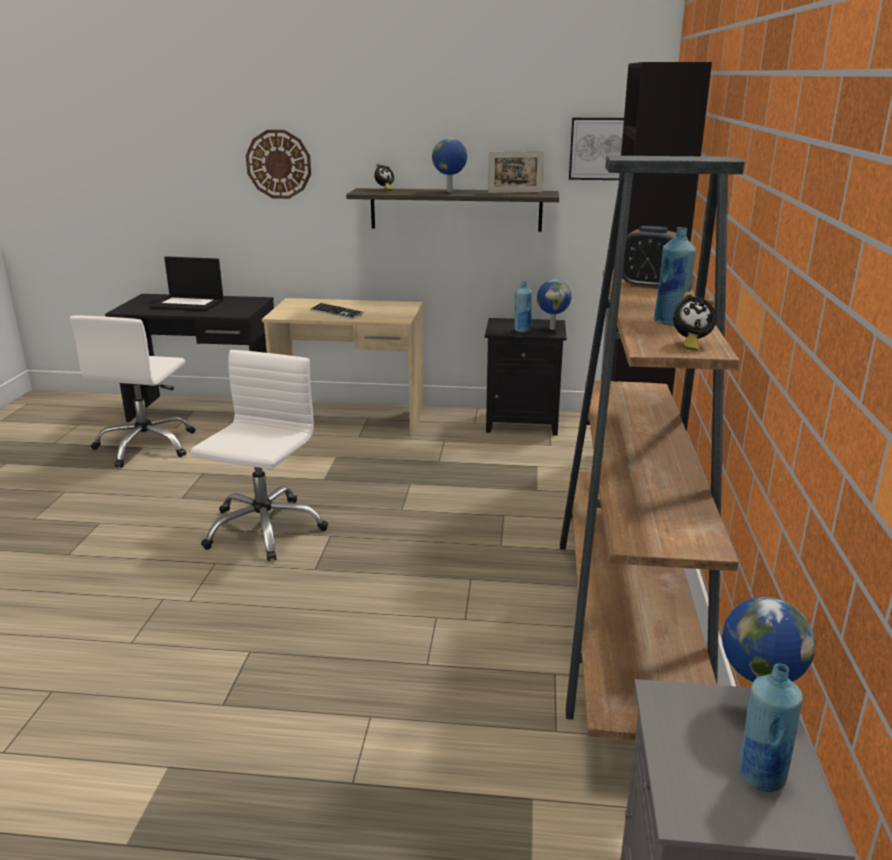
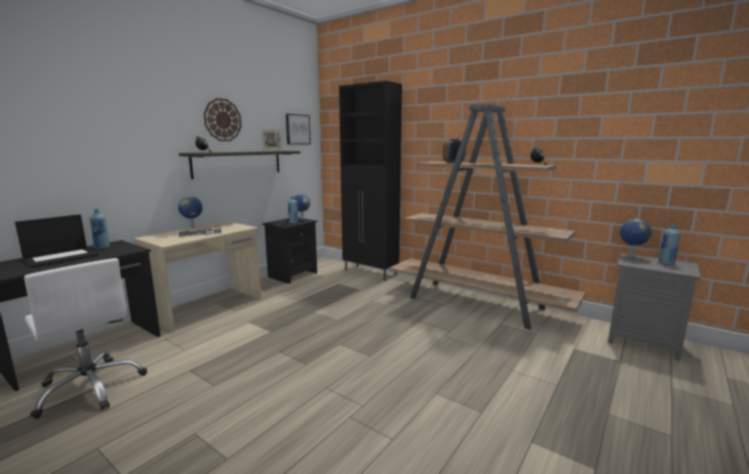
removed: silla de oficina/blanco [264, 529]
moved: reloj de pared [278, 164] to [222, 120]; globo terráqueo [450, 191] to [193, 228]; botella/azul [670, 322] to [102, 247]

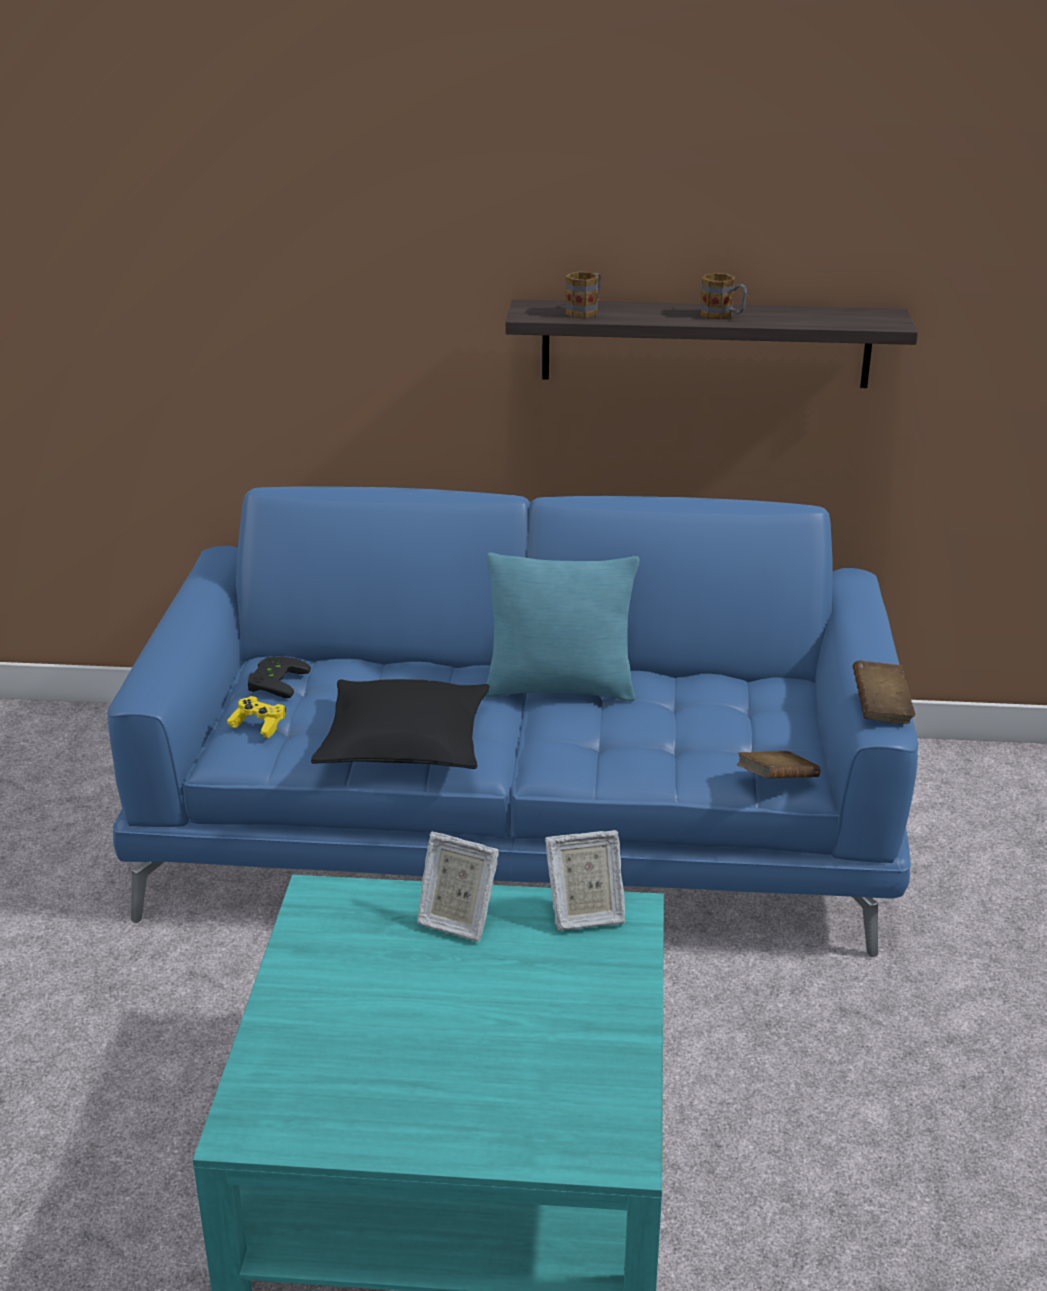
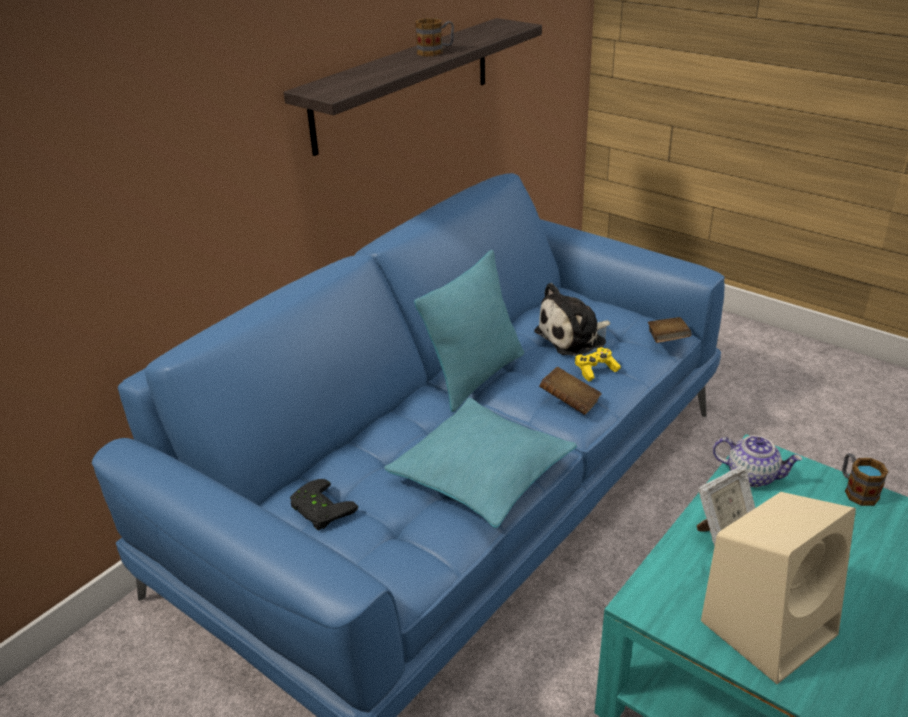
added: peluche [574, 337]; altavoz/beis [769, 625]
moved: mando de consola/amarillo [258, 725] to [596, 370]; taza grande [585, 311] to [856, 490]; libro/marrón [881, 708] to [569, 402]
replaced: portarretratos [584, 915] to tetera [752, 475]
recoloured: cojín/negro [405, 743] to cojín/turquesa [482, 474]

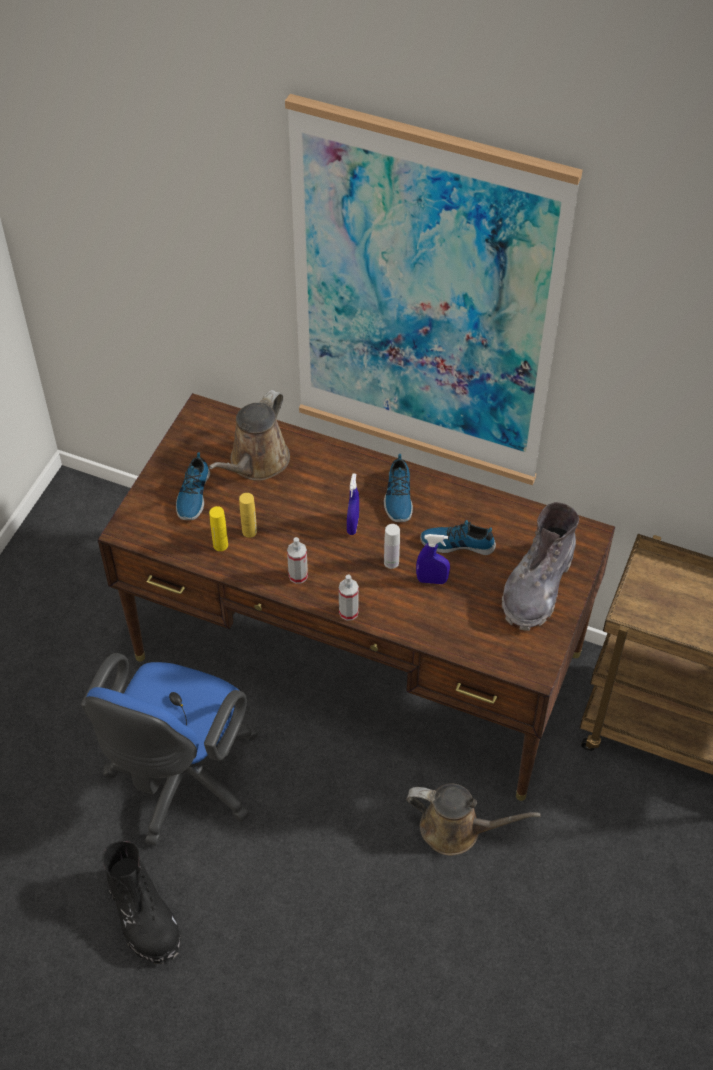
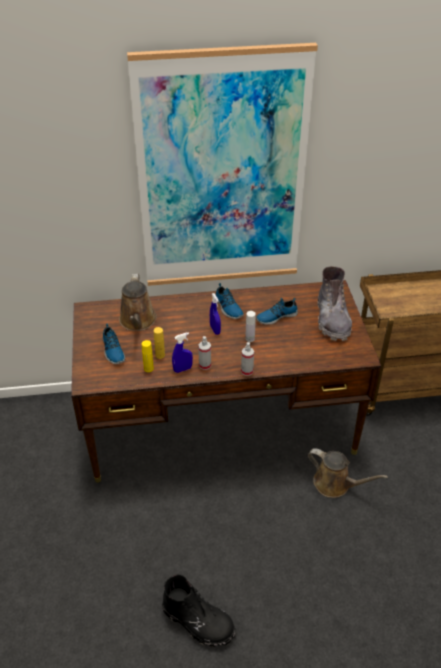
removed: silla de oficina/azul [180, 782]
moved: pulverizador/azul [432, 580] to [182, 369]
turned: regadera/marrón [456, 829] = [335, 484] 45 degrees clockwise

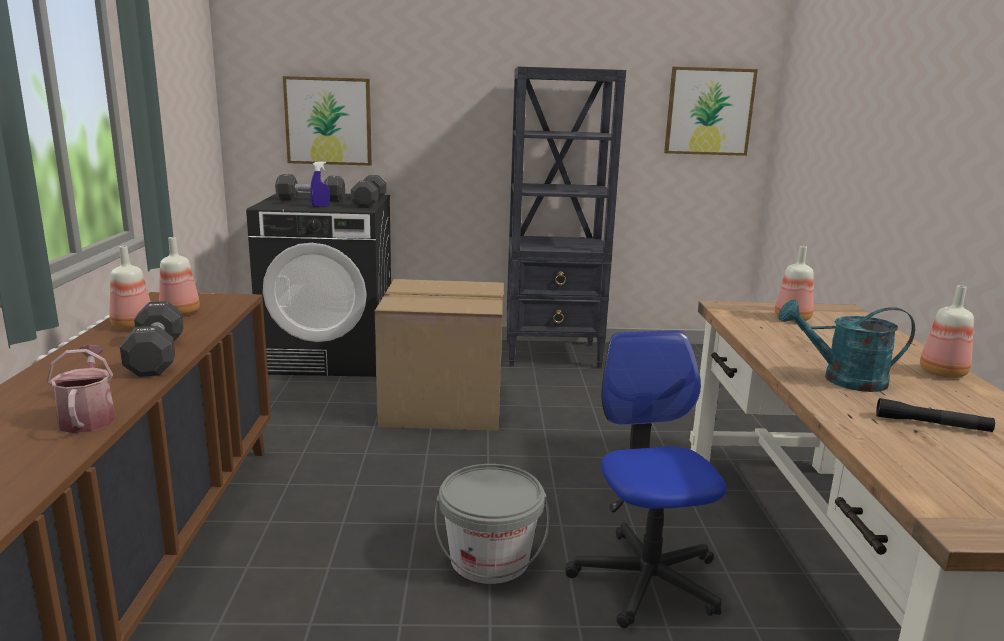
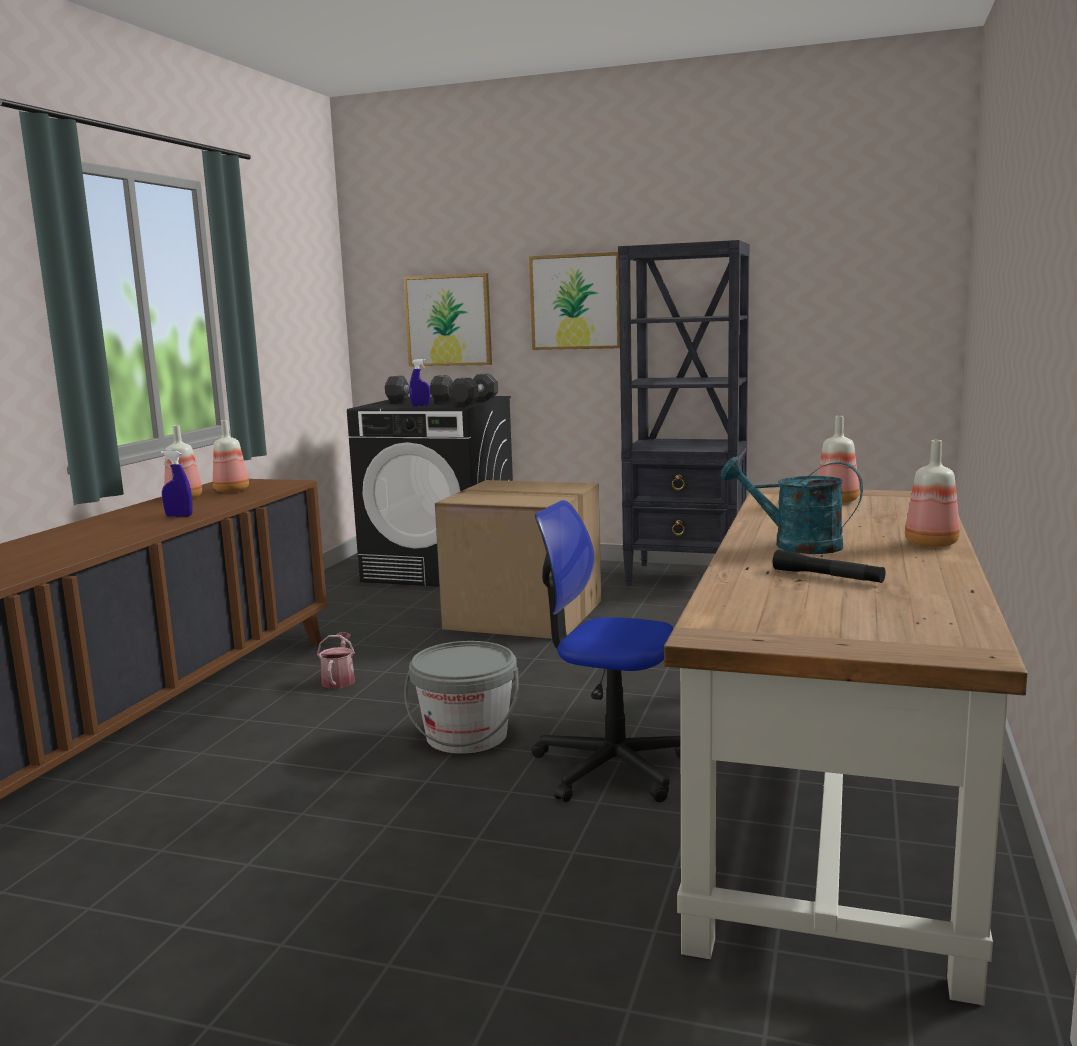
moved: regadera [88, 417] to [339, 680]; cuadro [709, 111] to [576, 302]
replaced: mancuerna/negro [156, 357] to pulverizador/azul [179, 516]
turned: silla de oficina [646, 579] = [611, 767] 75 degrees counterclockwise

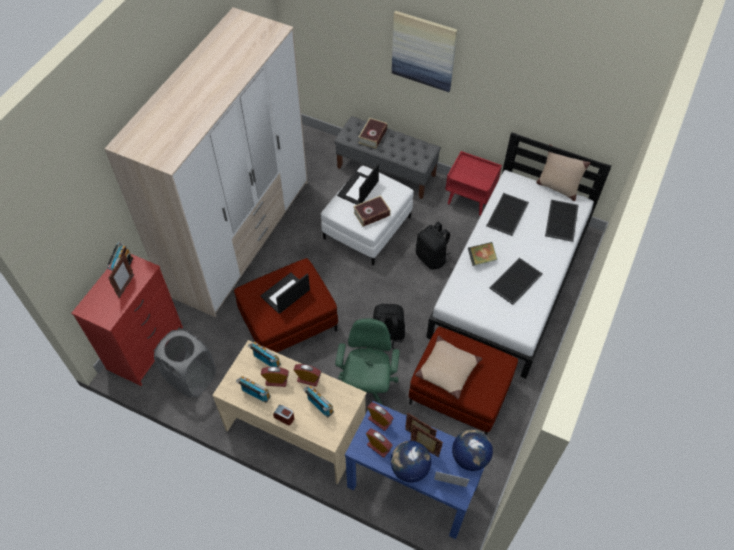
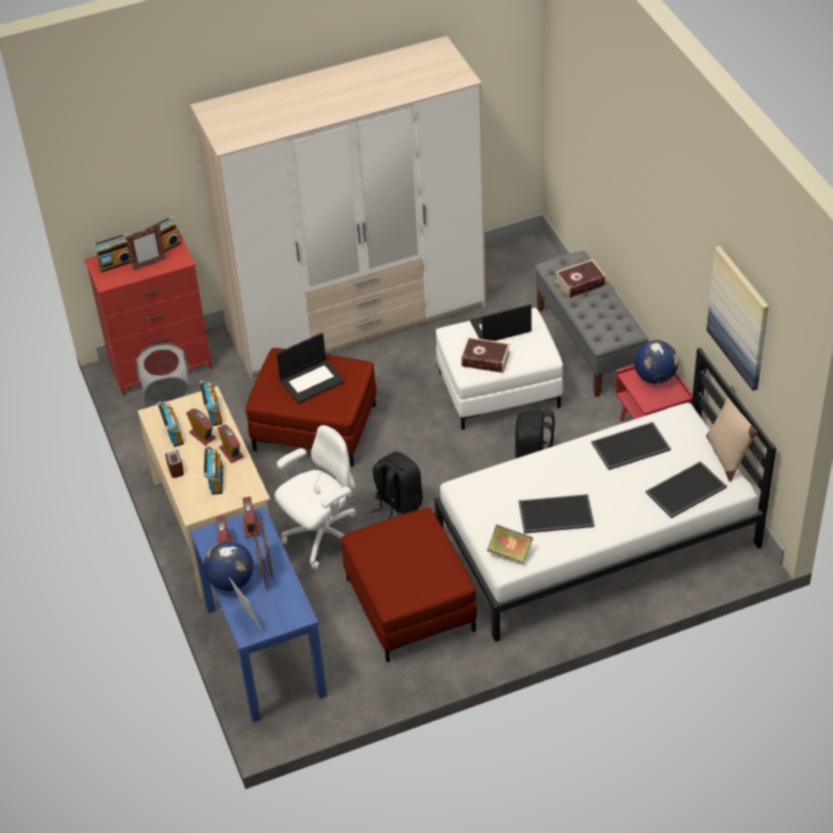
removed: cojín/beis [447, 370]
added: radio [115, 263]
moved: cuadro [423, 51] to [739, 317]; globo terráqueo [470, 457] to [655, 377]; libro [481, 259] to [510, 552]
recoloured: silla de oficina/verde [367, 388] to silla de oficina/blanco [322, 537]
turned: portátil [285, 294] = [312, 380] 150 degrees clockwise

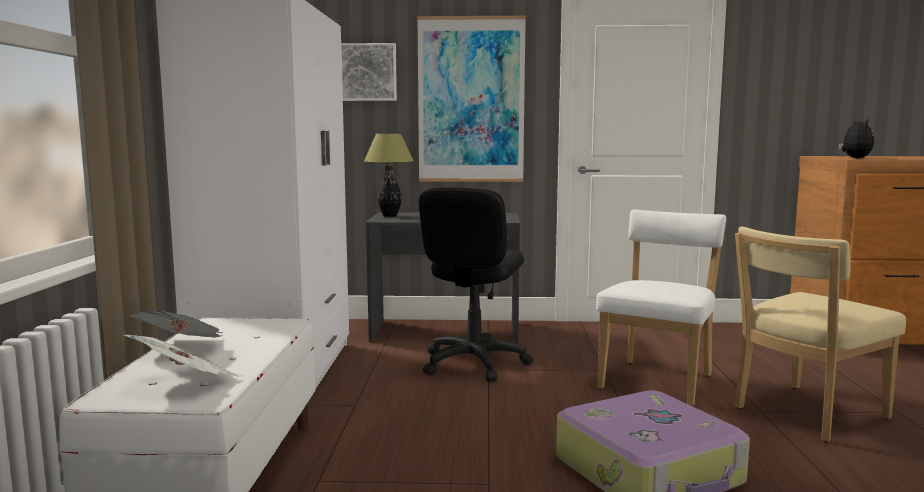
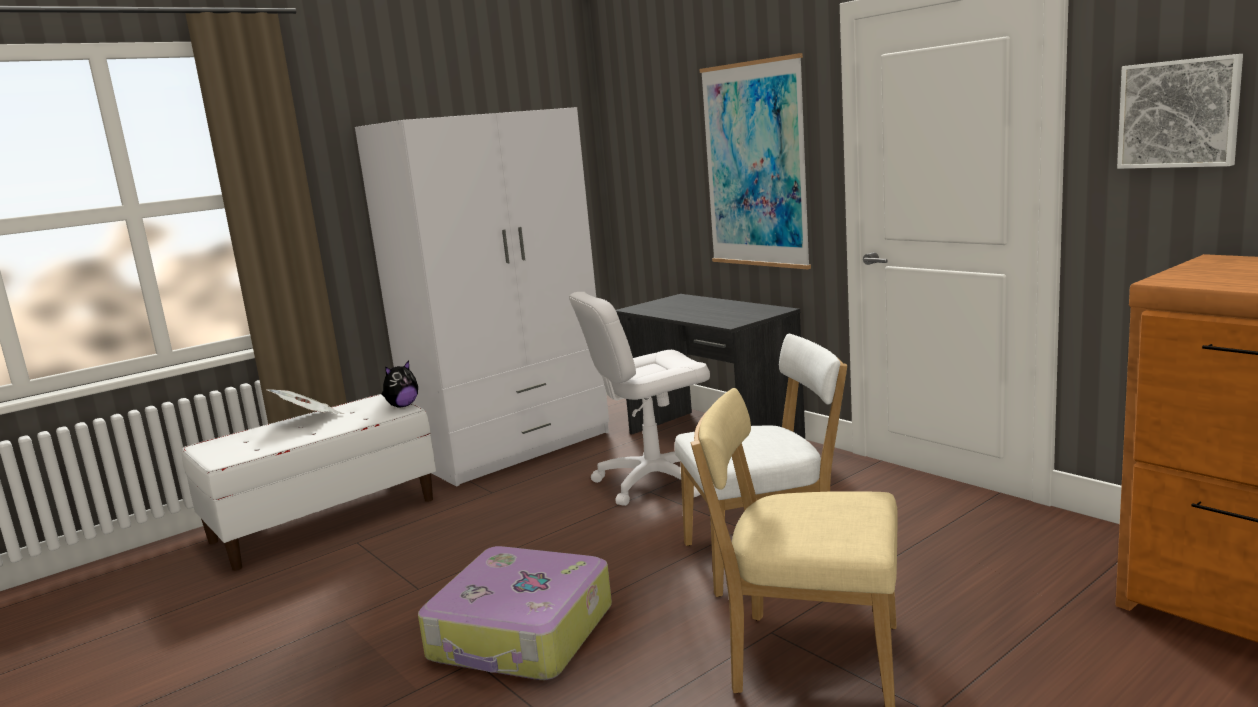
removed: periódico [187, 383]; lámpara de mesa [390, 216]
moved: cuadro [368, 72] to [1179, 113]; peluche [854, 158] to [402, 406]
recoloured: silla de oficina/negro [473, 363] to silla de oficina/blanco [653, 481]

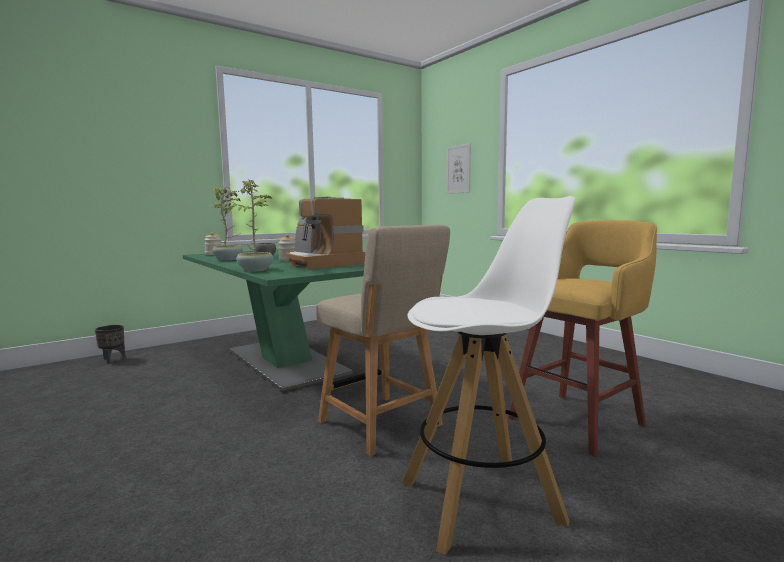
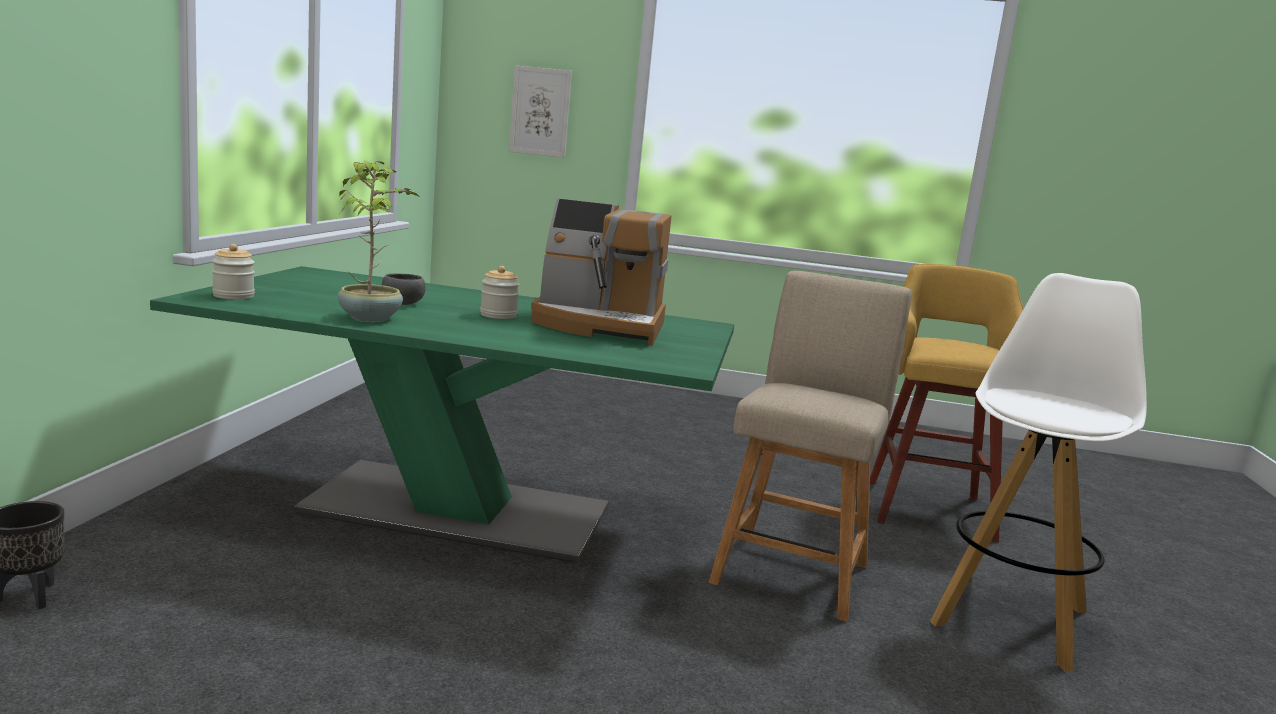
removed: planta en maceta [255, 270]
turned: silla/beis [383, 425] = [793, 570] 75 degrees counterclockwise

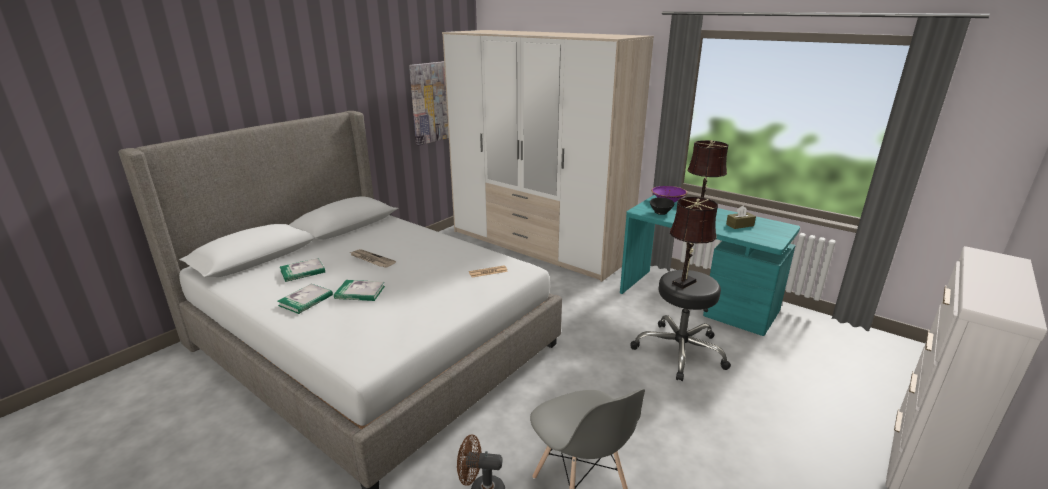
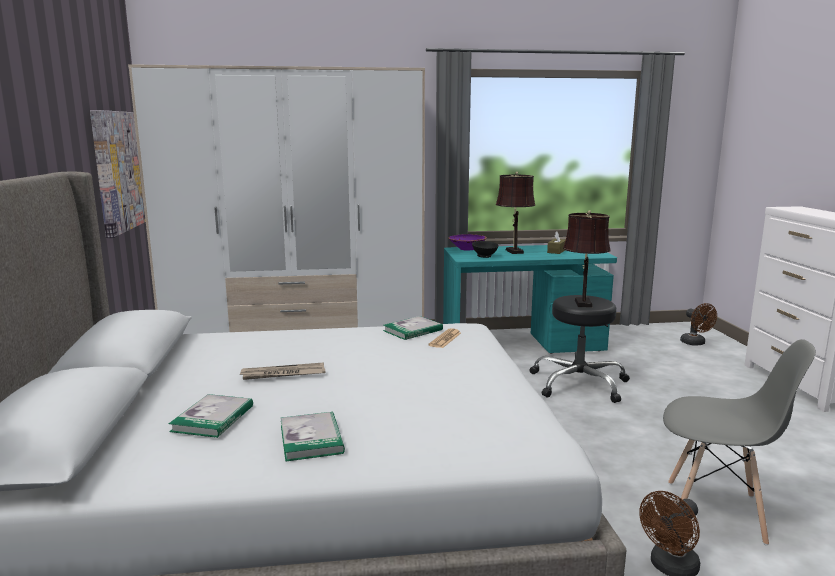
added: ventilador/marrón [695, 343]
moved: libro [360, 292] to [413, 330]

